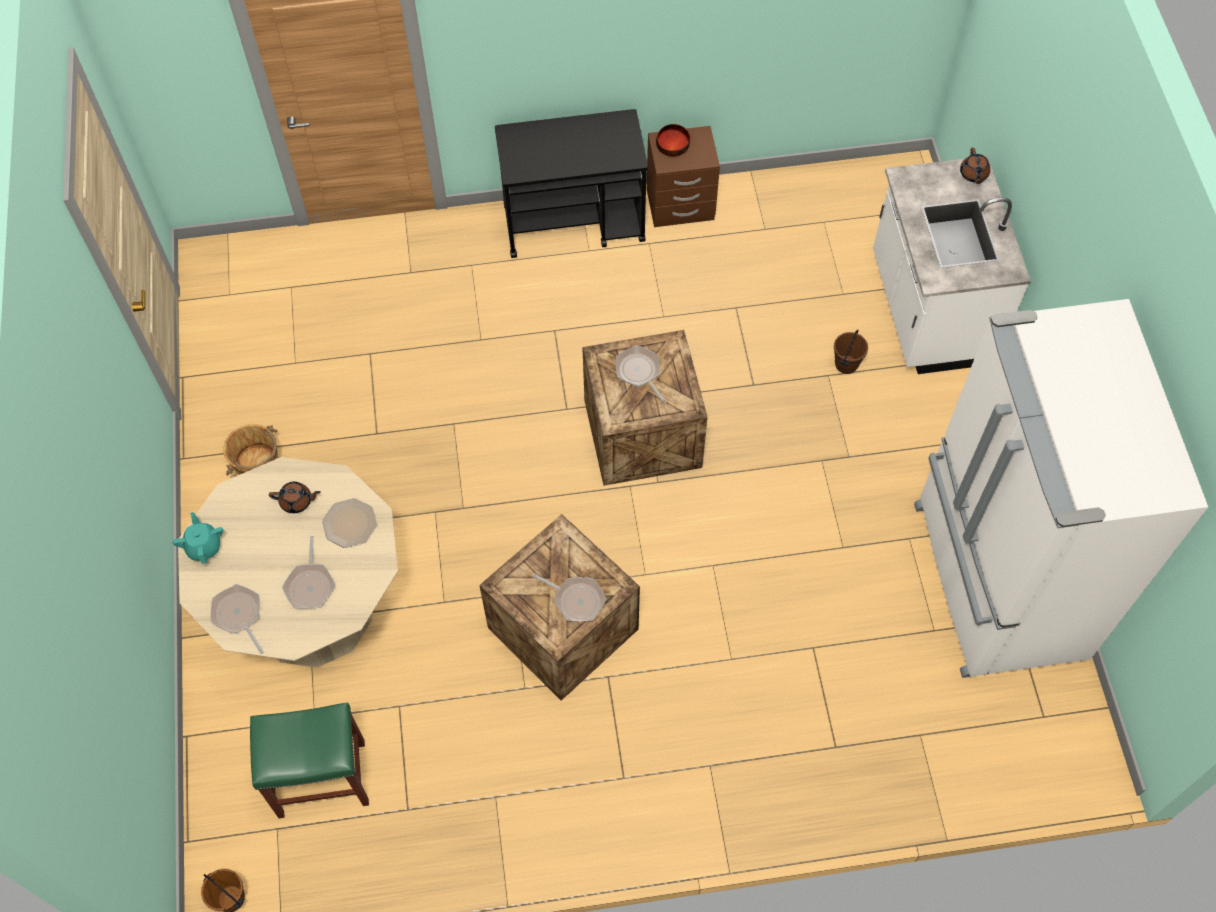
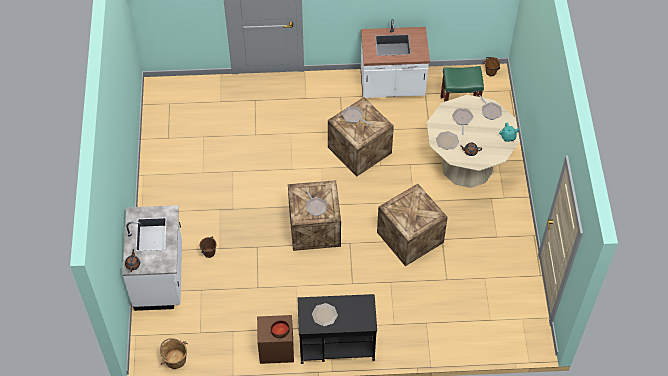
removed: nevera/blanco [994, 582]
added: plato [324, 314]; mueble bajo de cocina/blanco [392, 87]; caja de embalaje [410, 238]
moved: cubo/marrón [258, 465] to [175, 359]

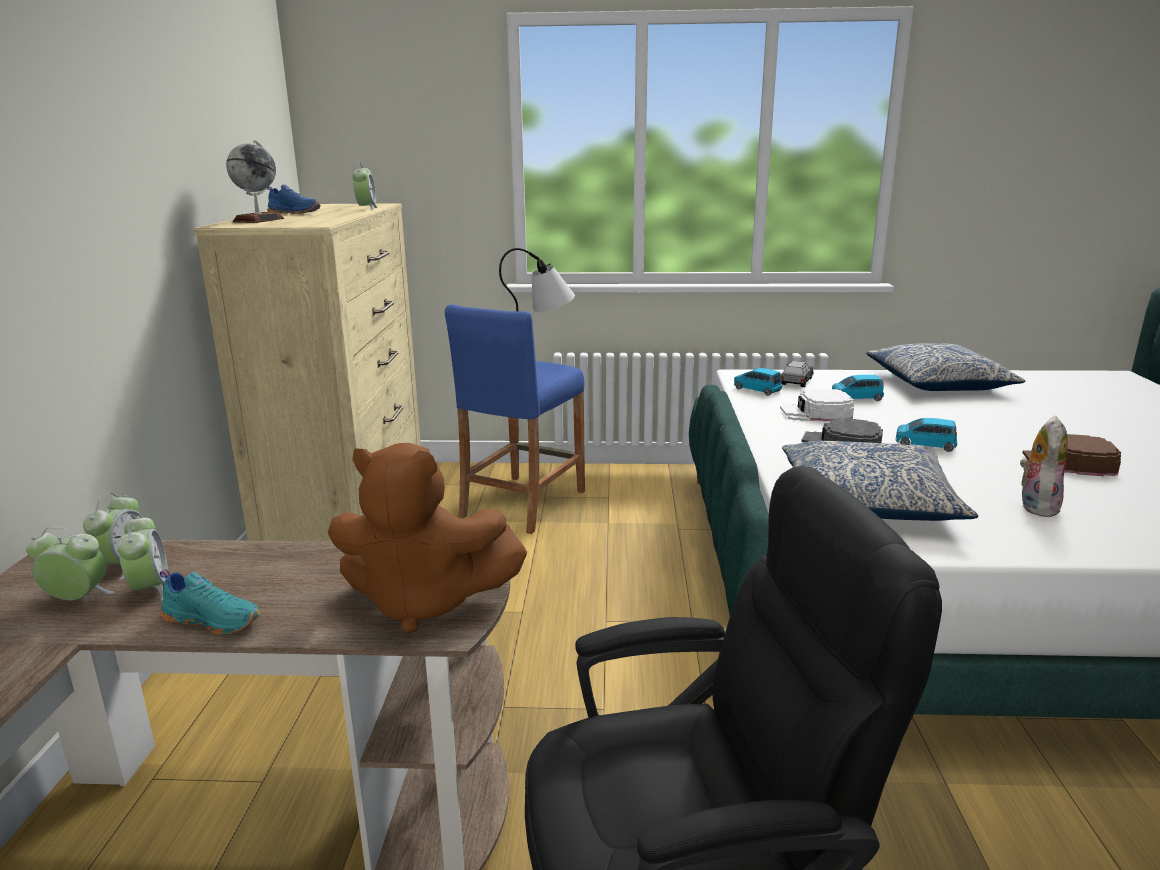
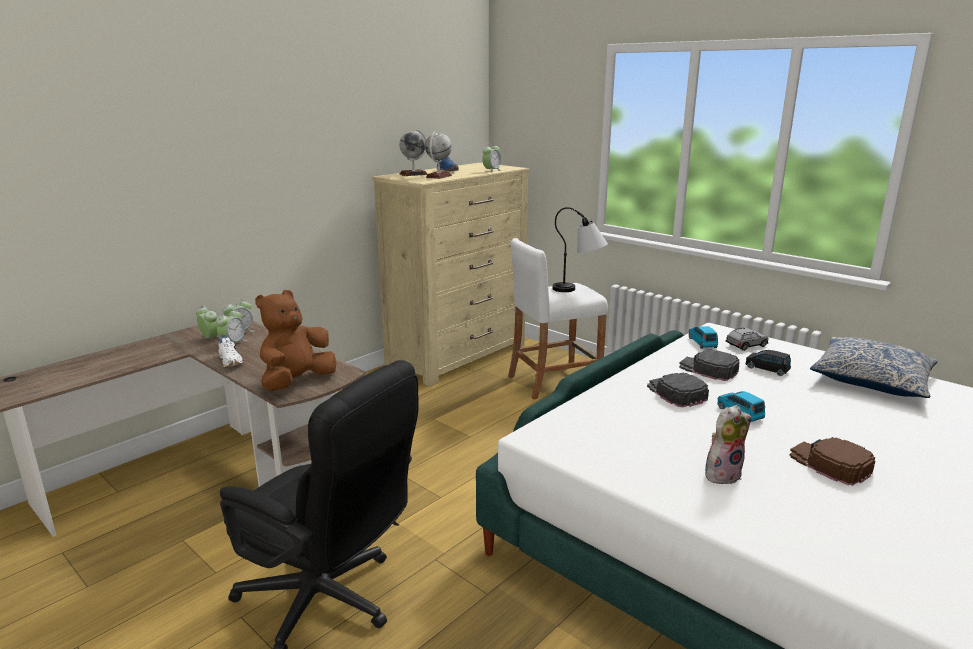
removed: cojín [866, 501]
added: globo terráqueo [439, 176]
recoloured: zapato/turquesa [214, 620] to zapato/blanco [231, 361]; taburete/azul [522, 503] to taburete/blanco [553, 381]; gorra/blanco [816, 413] to gorra/negro [708, 369]; coche de juguete/azul [856, 398] to coche de juguete/negro [766, 369]
turned: peluche/marrón [424, 602] = [297, 382] 75 degrees clockwise

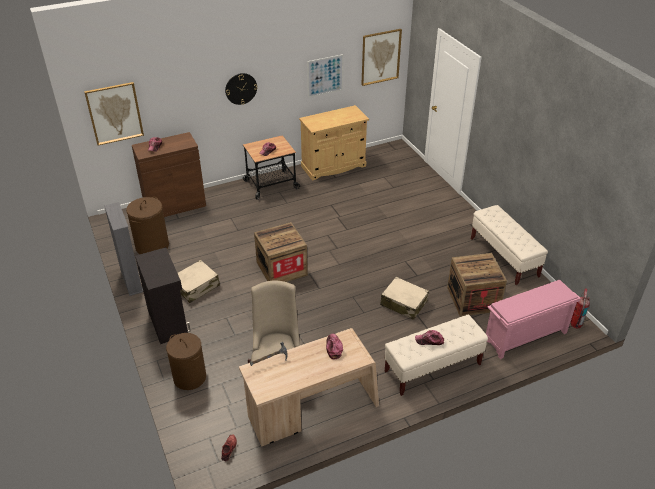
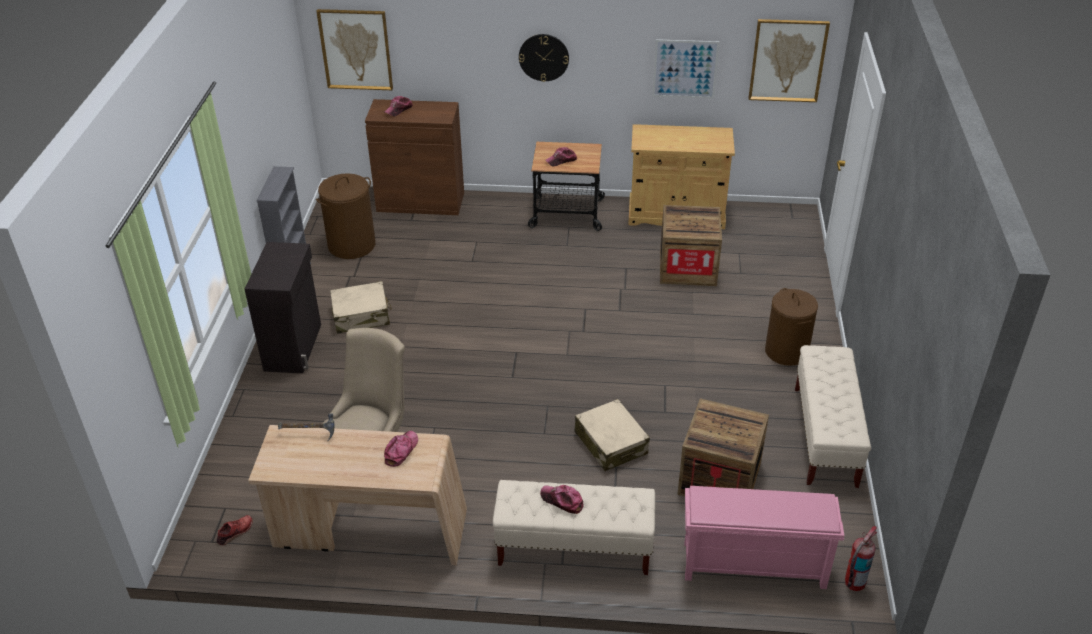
moved: cesto de la ropa/marrón [190, 377] to [786, 352]; caja de embalaje [281, 269] to [687, 267]

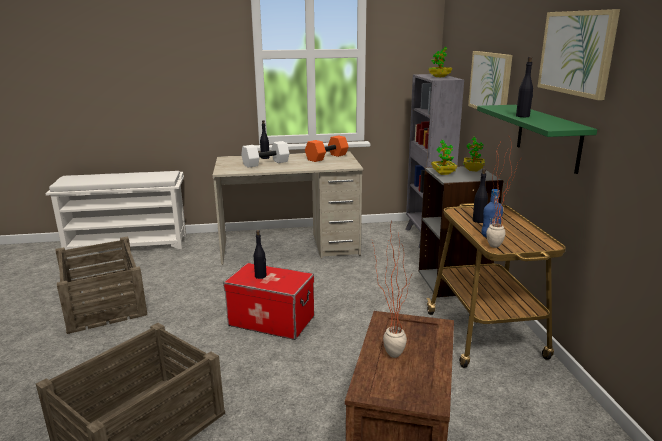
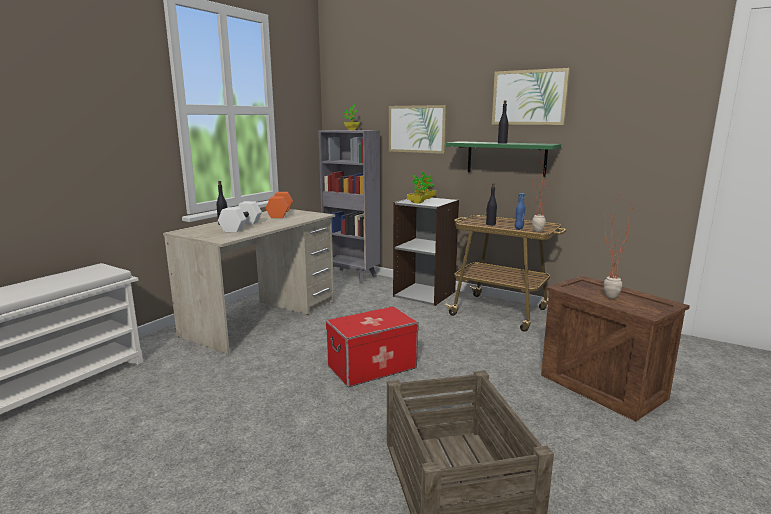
removed: caja de embalaje [104, 302]; botella/negro [260, 276]

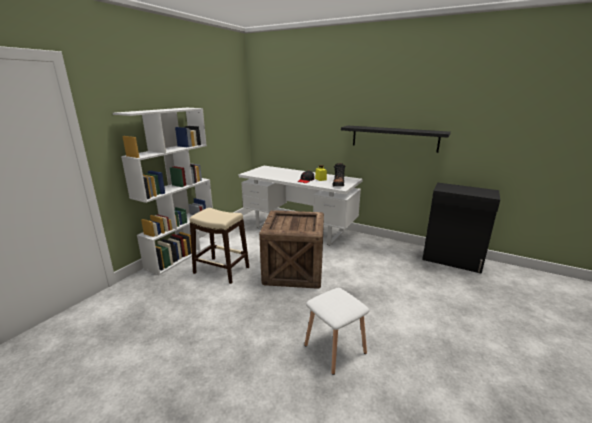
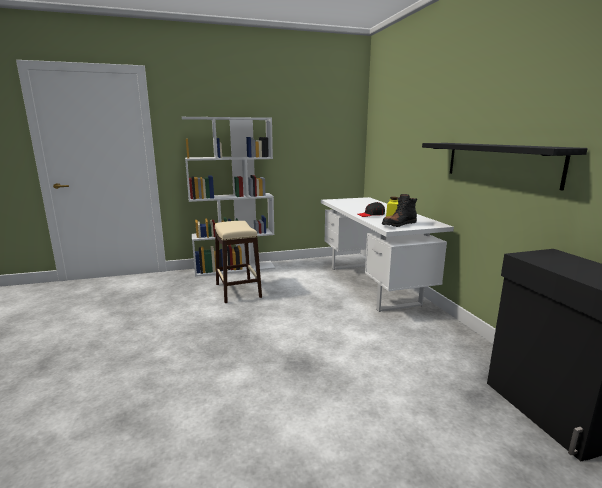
removed: caja de embalaje [294, 271]; taburete/blanco [334, 349]

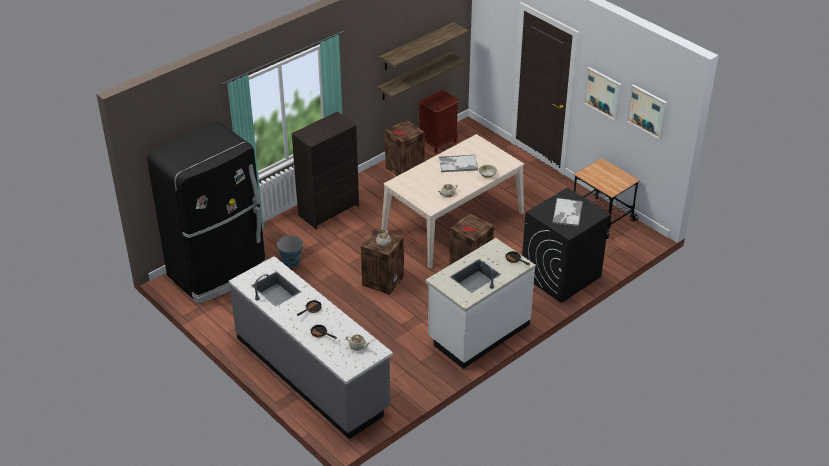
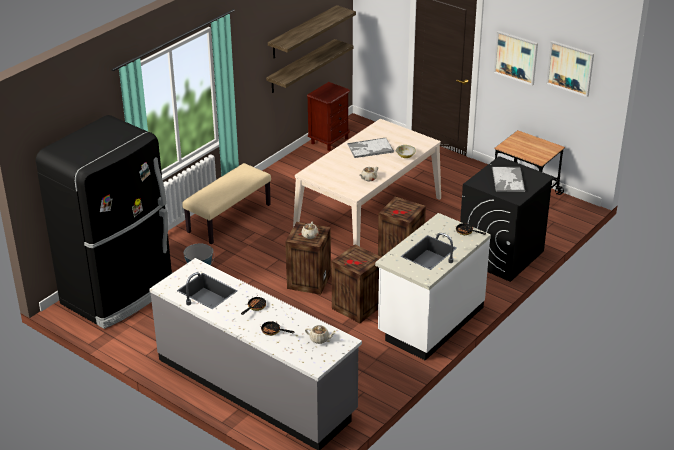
moved: caja de embalaje [404, 169] to [357, 308]
replaced: cómoda/negro [329, 210] to banco/beis [229, 218]

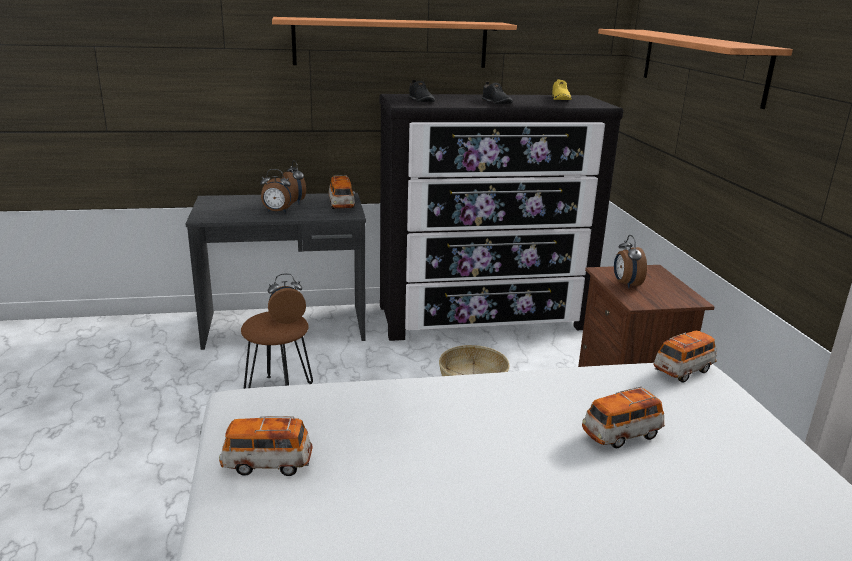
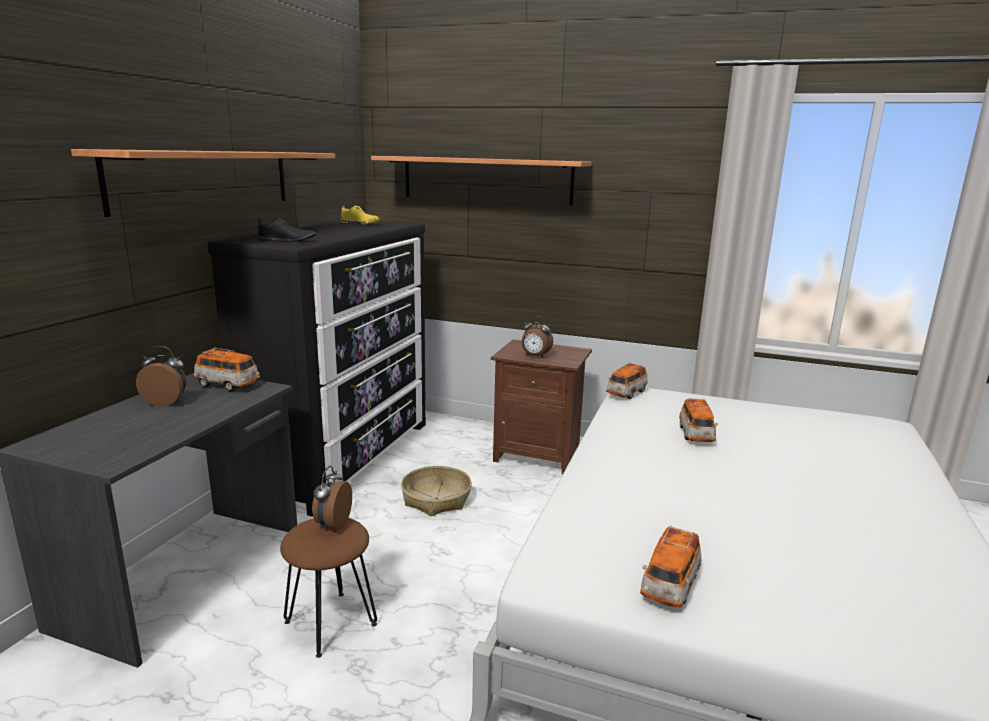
removed: despertador [277, 212]; zapato/negro [496, 103]
turned: coche de juguete [683, 370] = [626, 393] 135 degrees counterclockwise

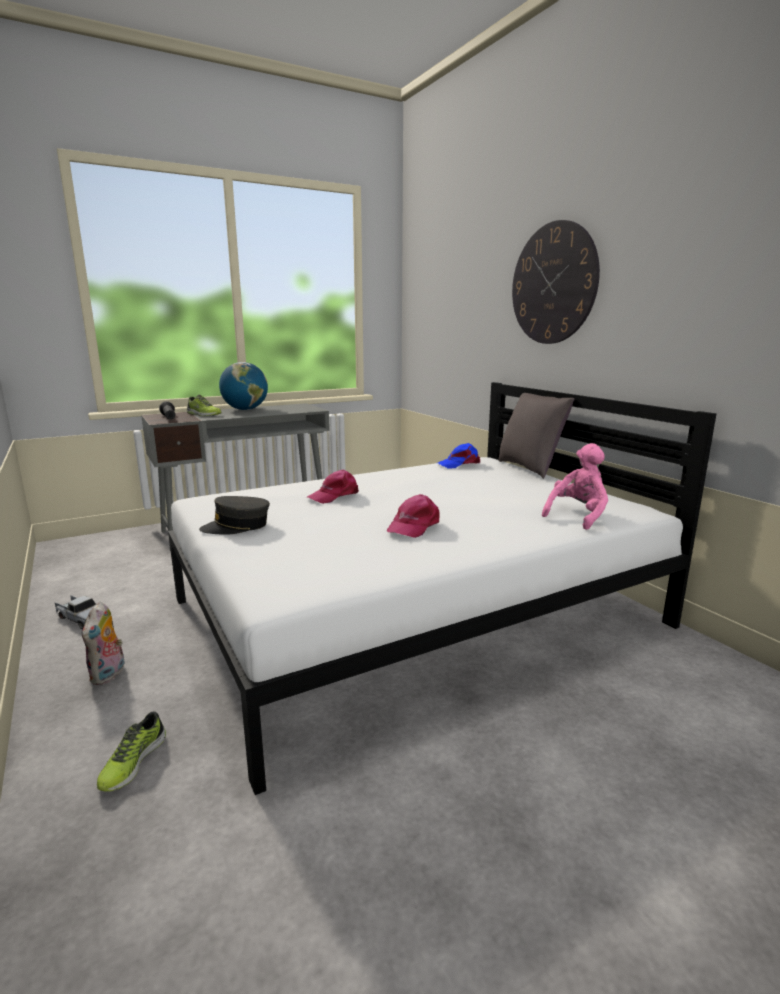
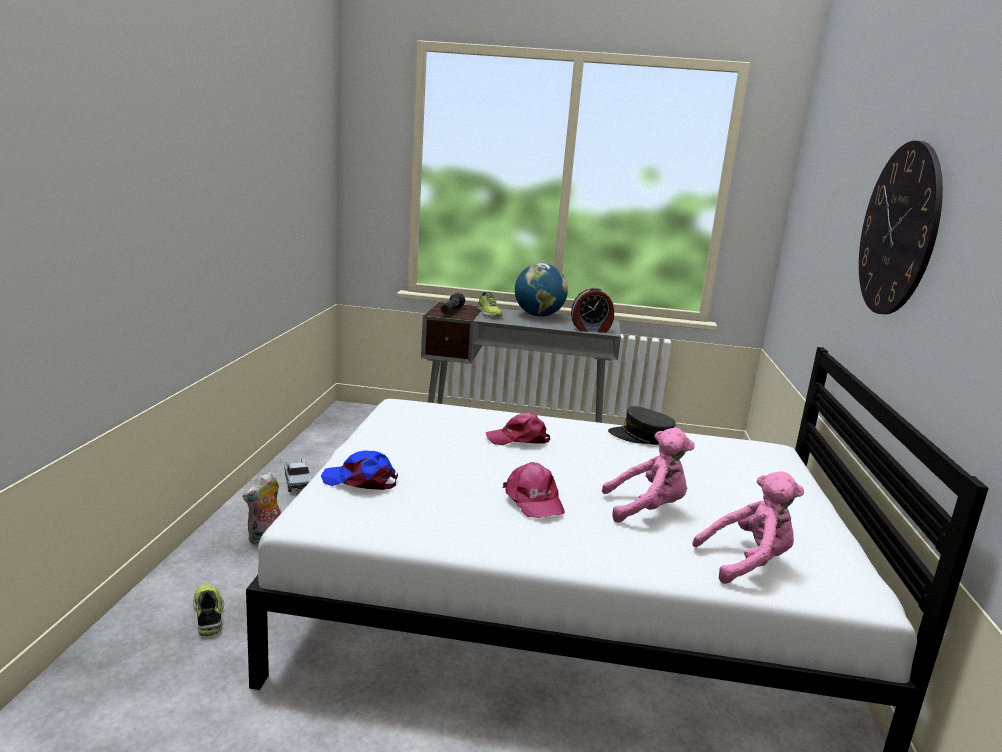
removed: cojín/gris [530, 468]
added: despertador [591, 329]; peluche/rosa [647, 509]
moved: gorra/gris [237, 526] to [641, 437]; gorra/azul [459, 464] to [360, 481]
turned: zapato [132, 762] = [209, 614] 105 degrees clockwise; gorra/rosa [413, 526] = [533, 500] 90 degrees counterclockwise

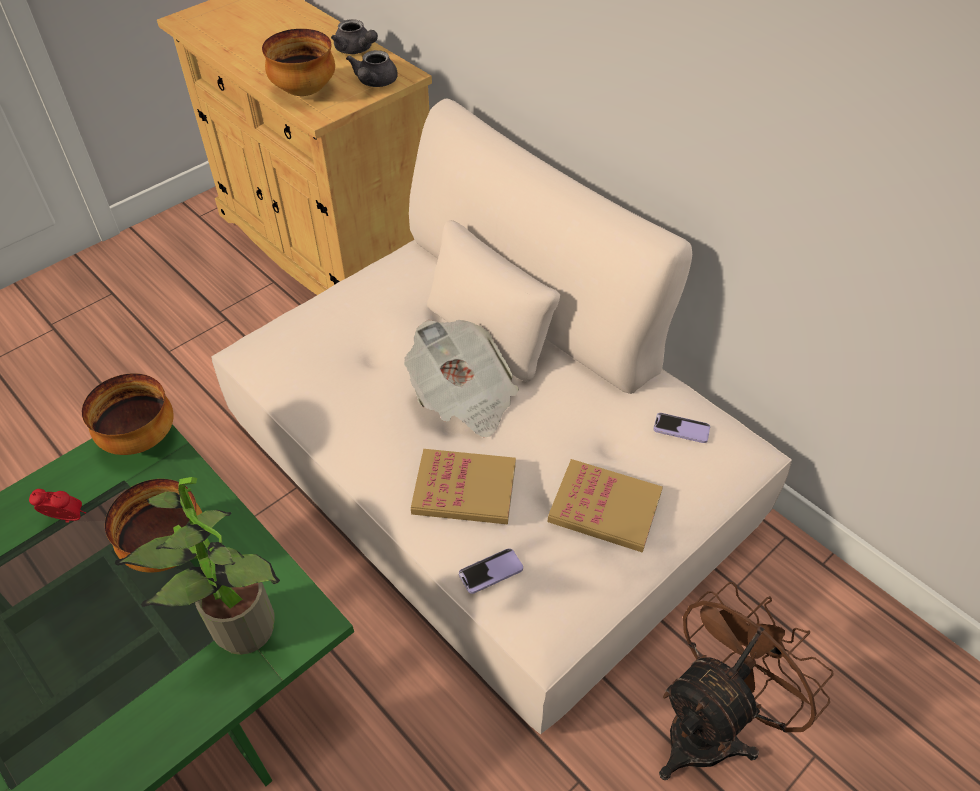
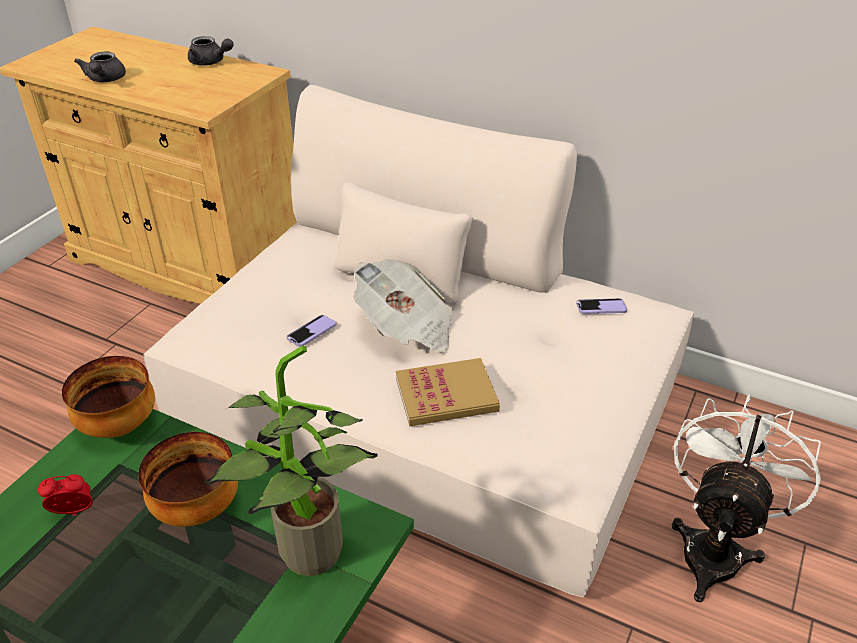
removed: cuenco [304, 91]; libro [604, 508]
moved: tetera/gris [374, 83] to [105, 80]; móvil [491, 572] to [311, 332]
recoloured: ventilador/marrón [710, 725] to ventilador/blanco [714, 547]

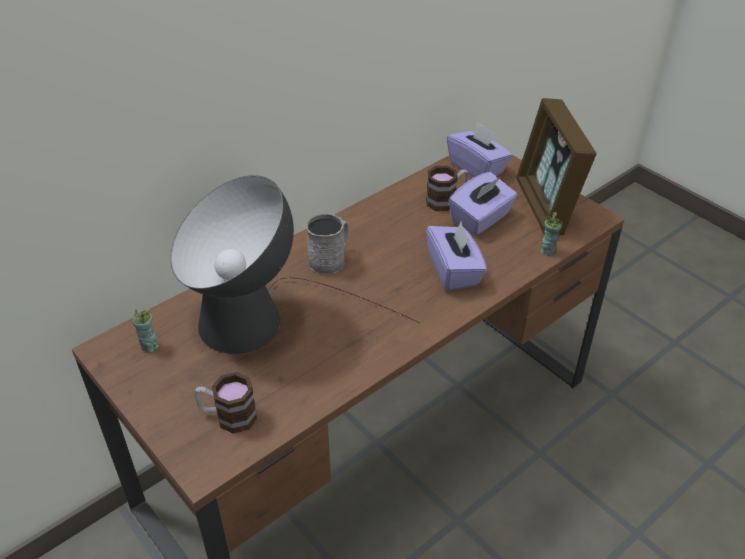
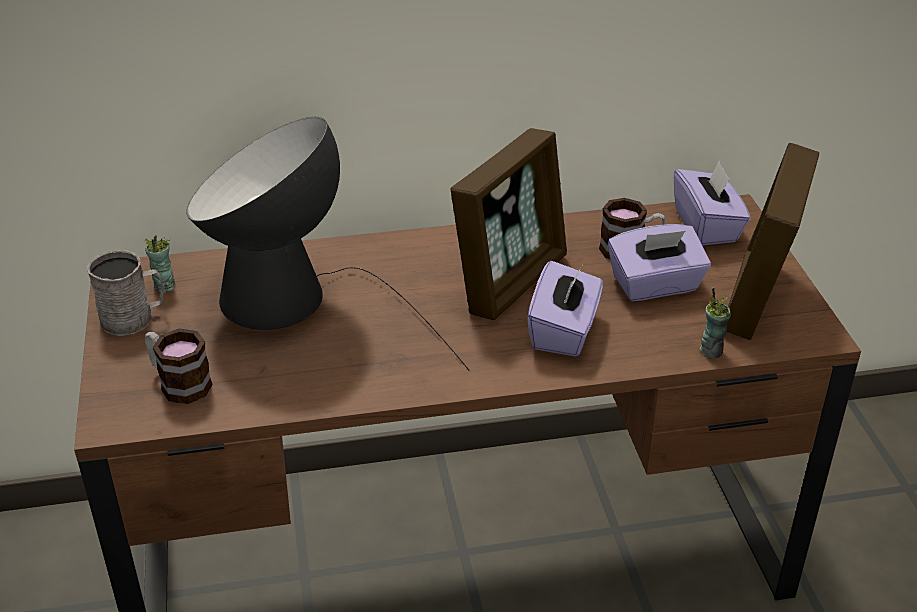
added: portarretratos [510, 281]
moved: taza grande/gris [330, 259] to [134, 318]

